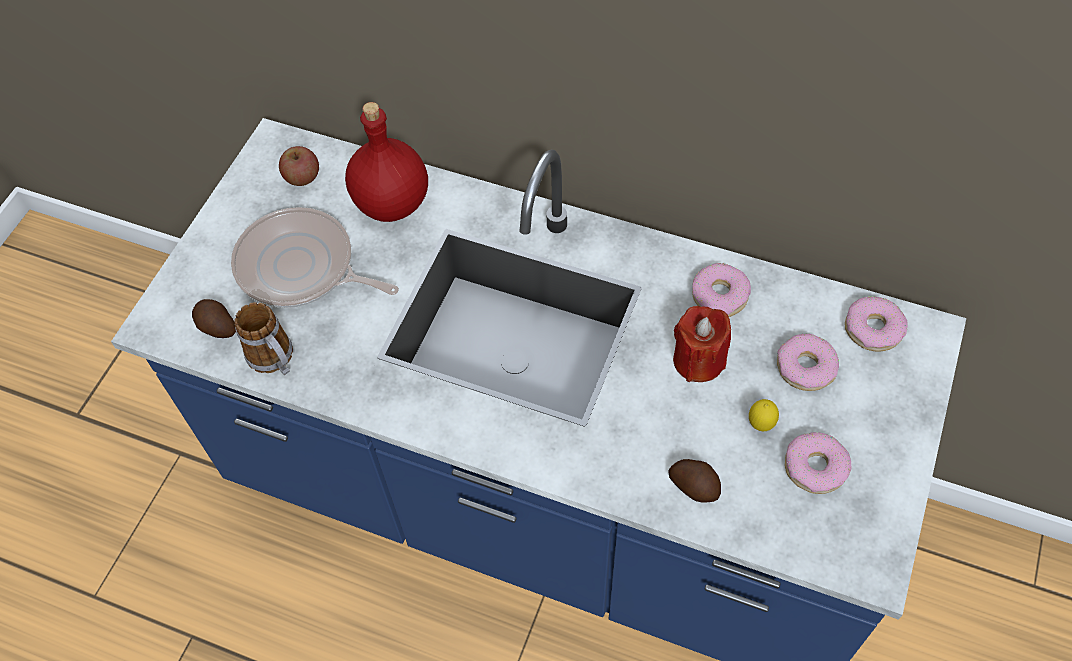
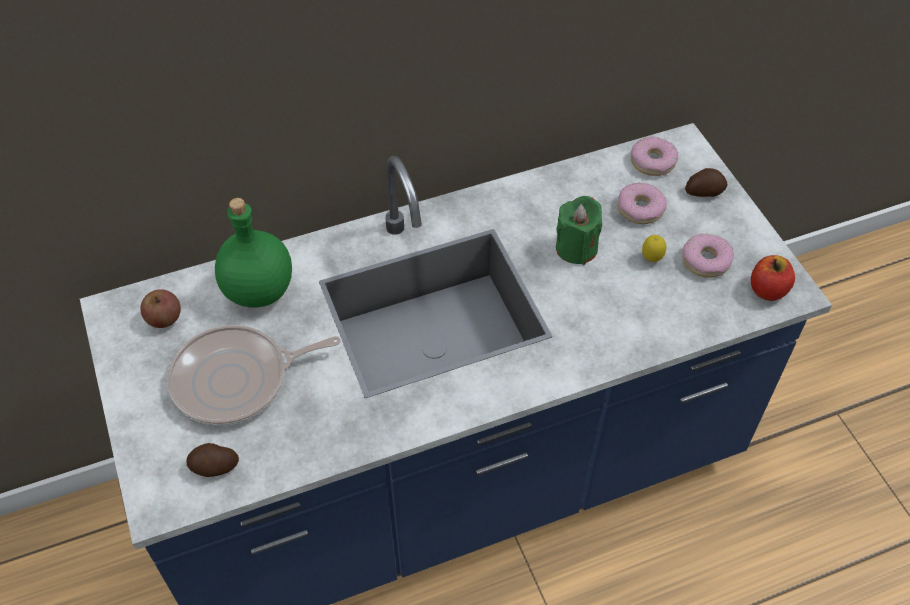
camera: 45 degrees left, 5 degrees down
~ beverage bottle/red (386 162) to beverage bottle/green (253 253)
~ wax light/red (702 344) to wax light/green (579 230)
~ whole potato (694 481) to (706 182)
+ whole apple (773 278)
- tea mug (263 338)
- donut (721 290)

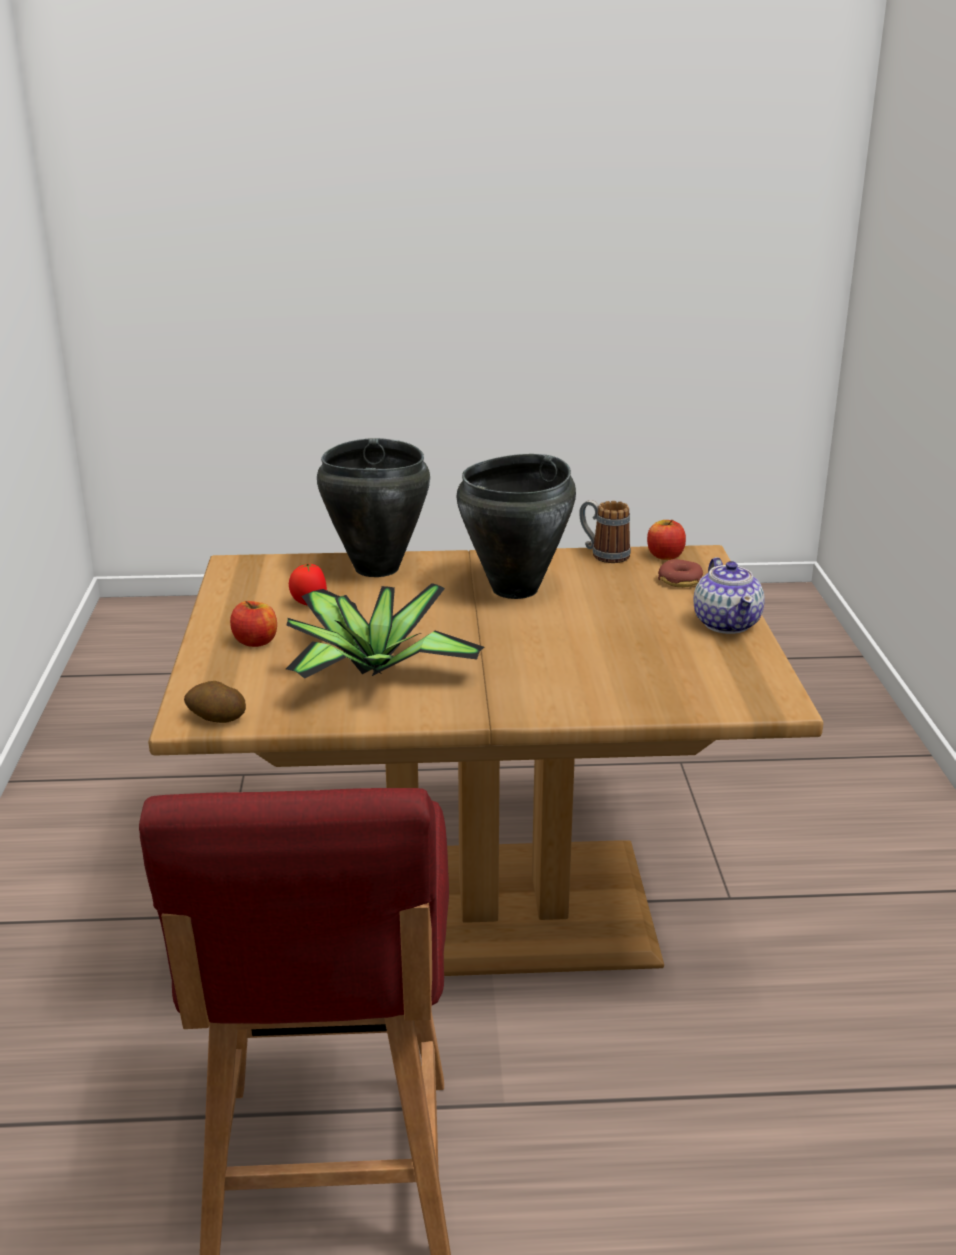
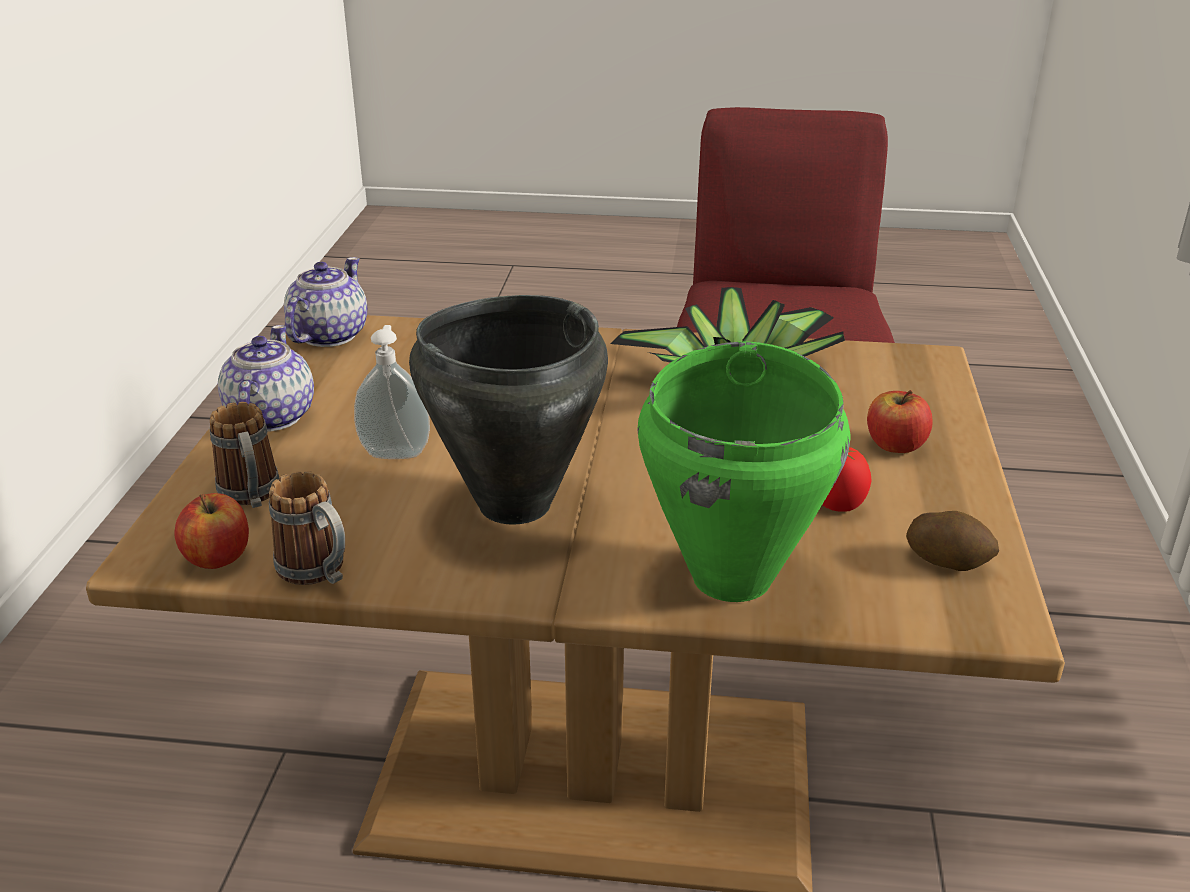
camera: 170 degrees left, 5 degrees up
~ donut (680 573) to tea mug (244 455)
+ teapot (325 302)
+ soap dispenser (392 392)
~ saucepot/black-coloured (373 507) to saucepot/green (743 472)
~ whole potato (215 702) to (952 541)

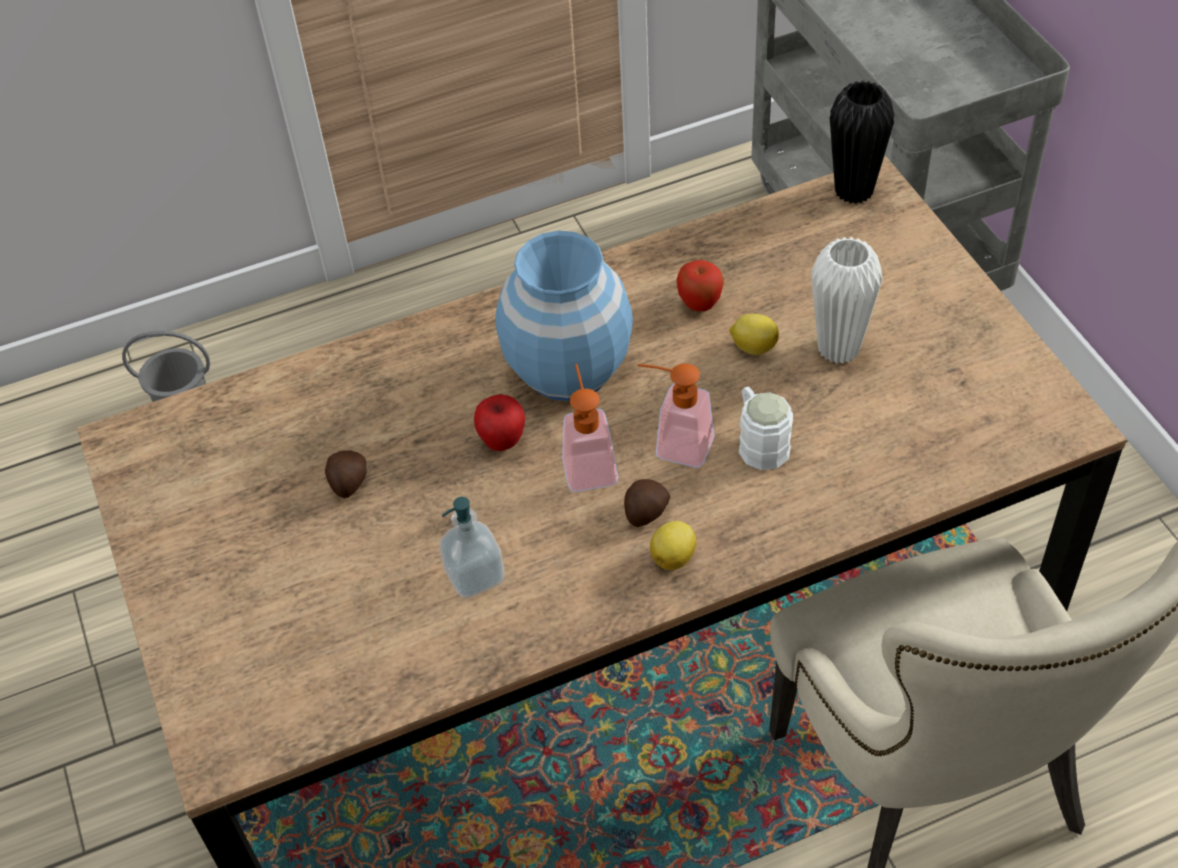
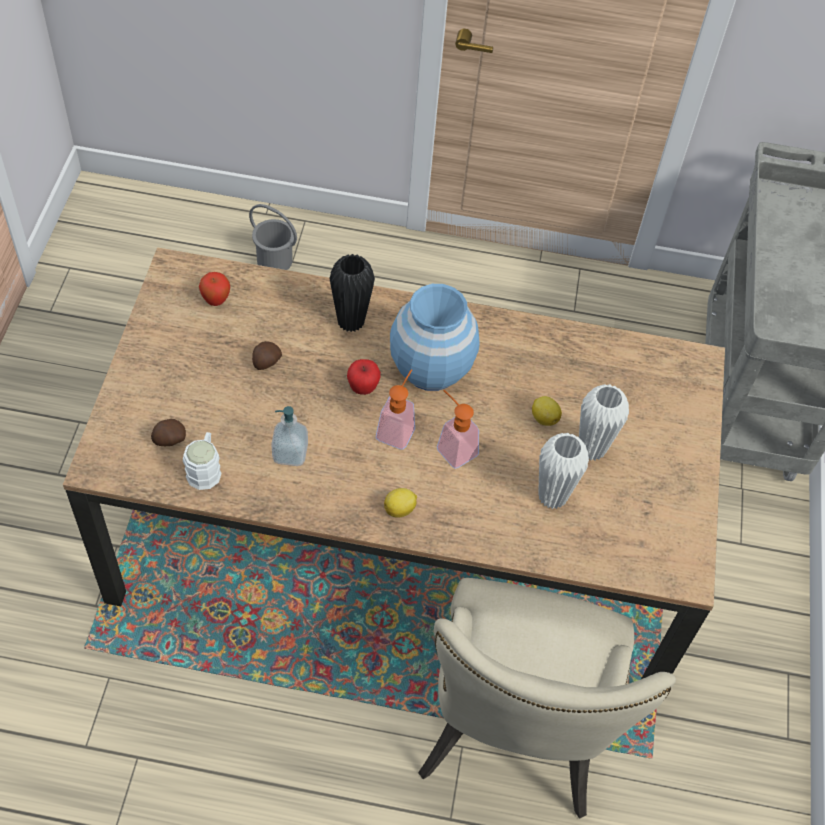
camera: 25 degrees right, 5 degrees up
~ whole potato (647 503) to (168 432)
~ tea mug/white-coloured (765 428) to (202 461)
~ whole apple (700 285) to (214 289)
~ decorative vase/black-coloured (862 142) to (352 293)
+ decorative vase/white-coloured (563 471)

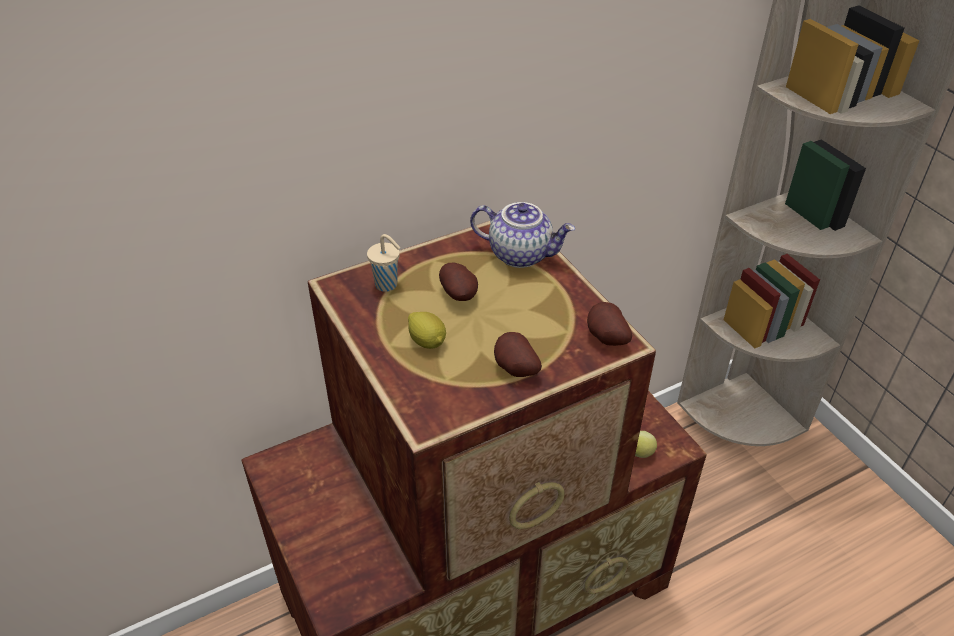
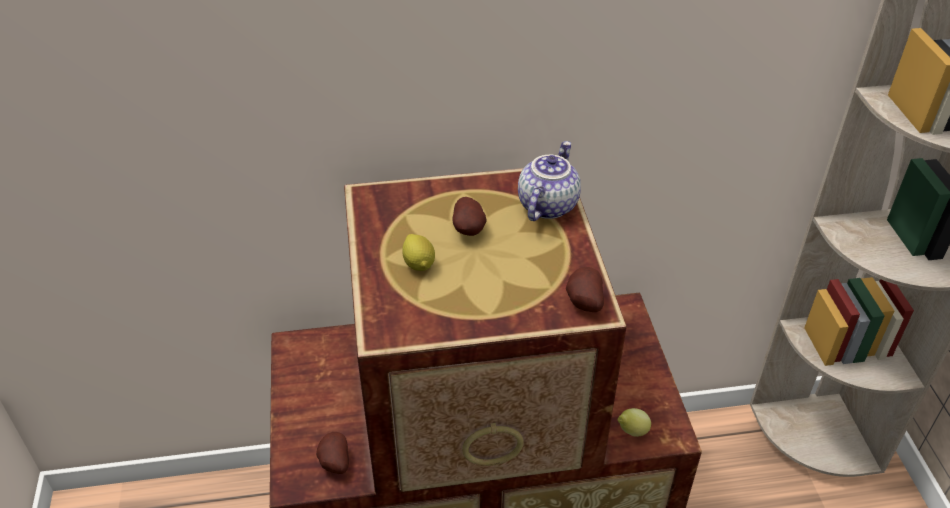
camera: 20 degrees right, 0 degrees up
~ whole potato (518 354) to (332 453)
~ teapot (522 235) = (549 181) 105 degrees counterclockwise
- drinking cup/beige-coloured (383 263)

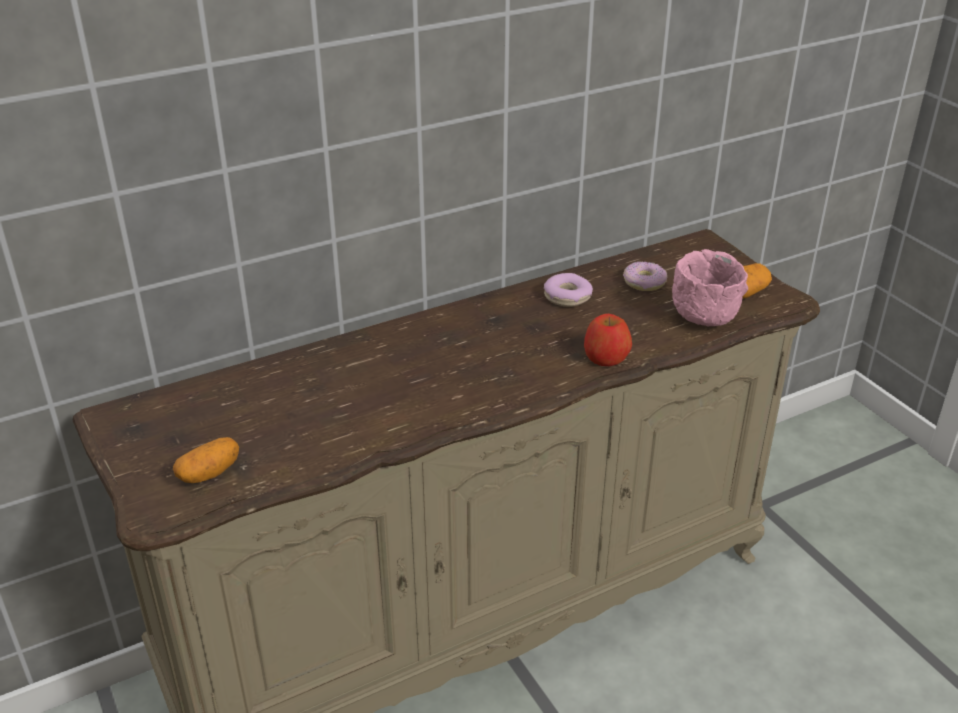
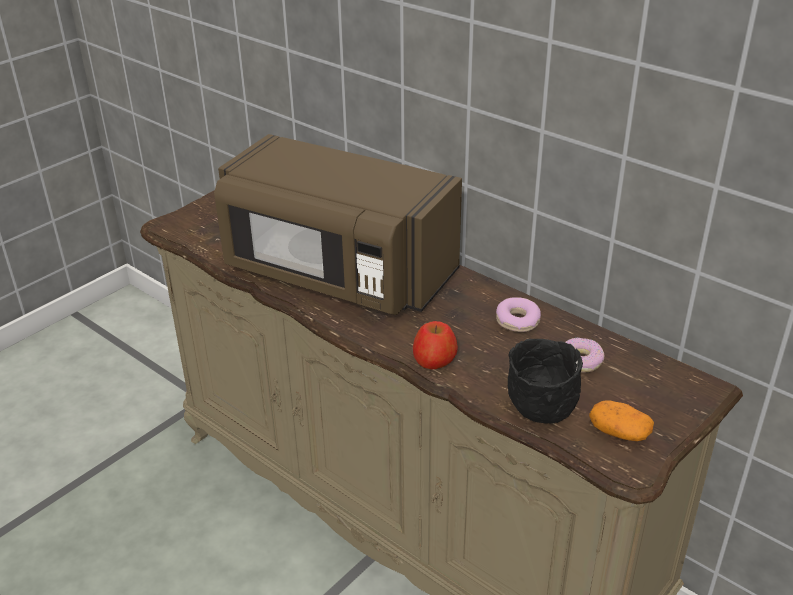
camera: 70 degrees right, 0 degrees up
+ microwave oven/brown-coloured (338 224)
~ serving bowl/pink (710 287) to serving bowl/black-coloured (545 381)
- whole potato (206 460)

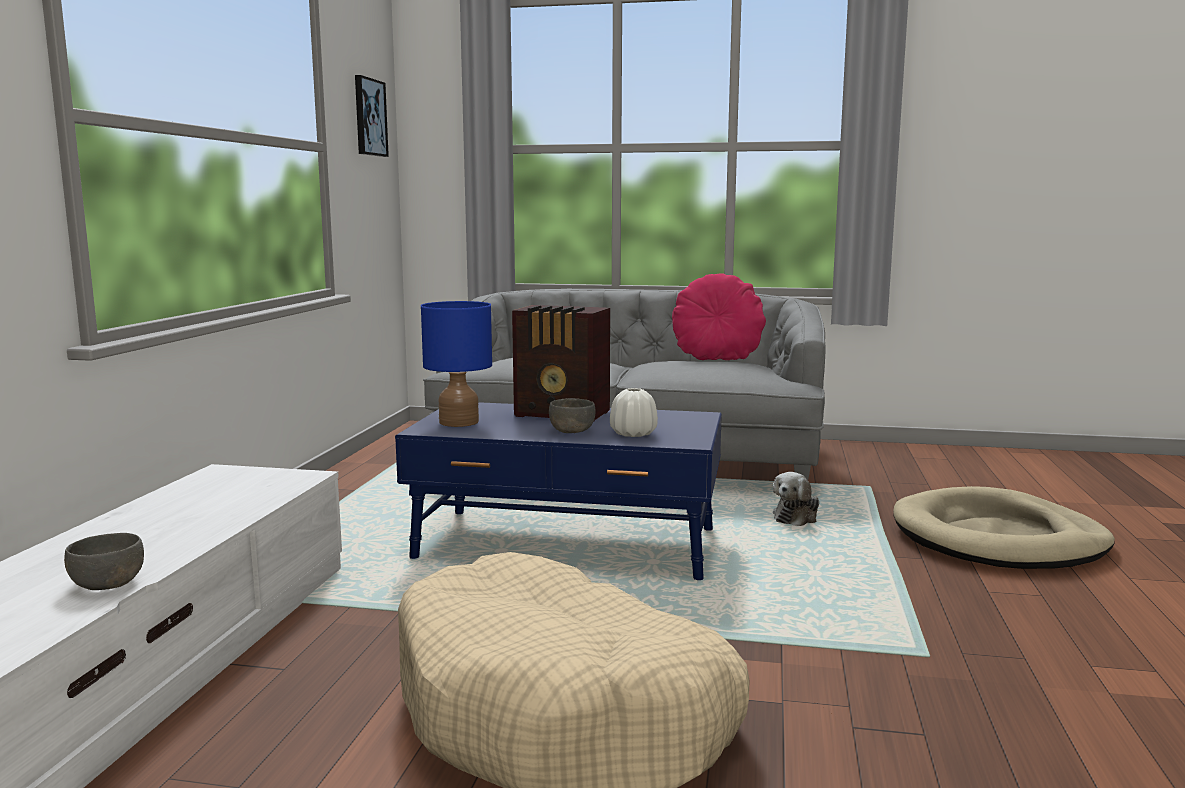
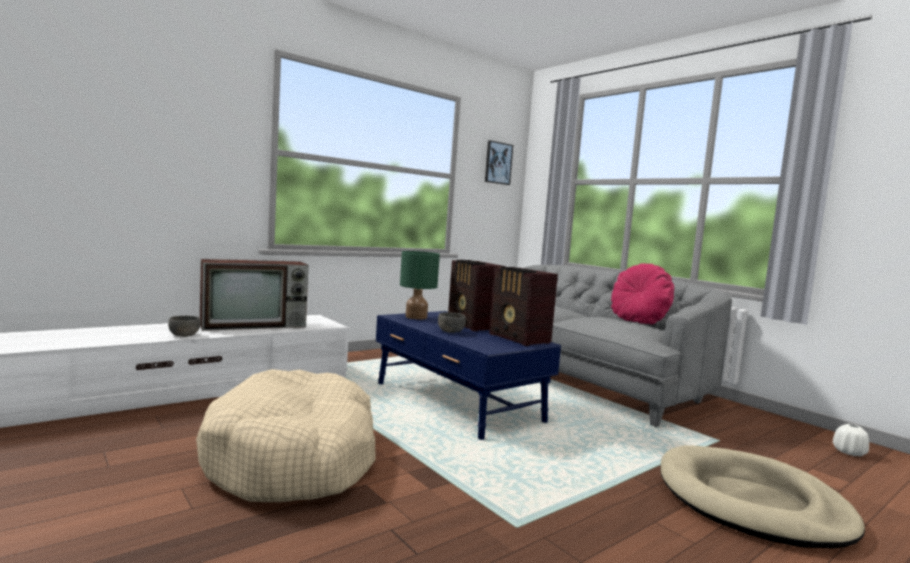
camera: 40 degrees right, 5 degrees down
+ TV set (254 295)
~ table lamp/blue (456 364) to table lamp/green (420 285)
+ radio set (523 306)
~ decorative vase/white-coloured (634 412) to (851 440)
- cuddly toy (796 499)

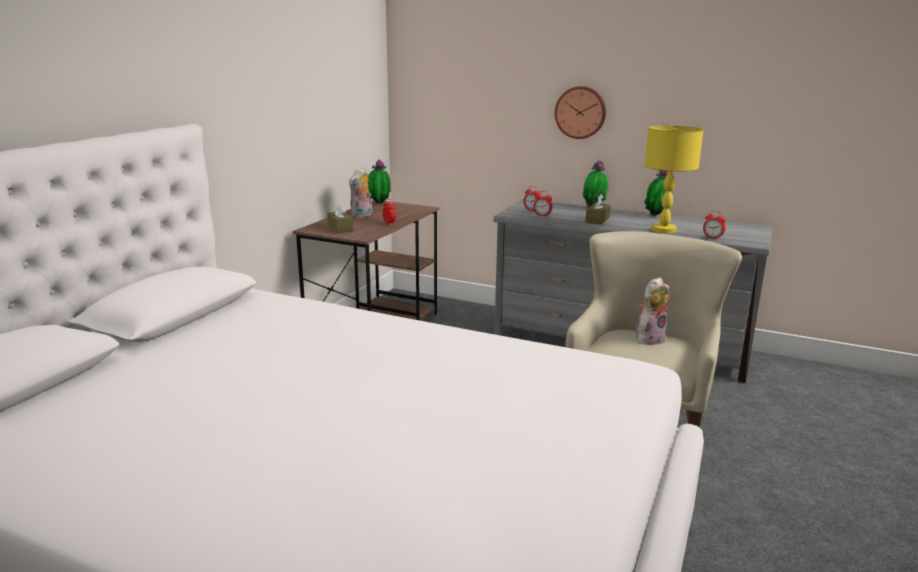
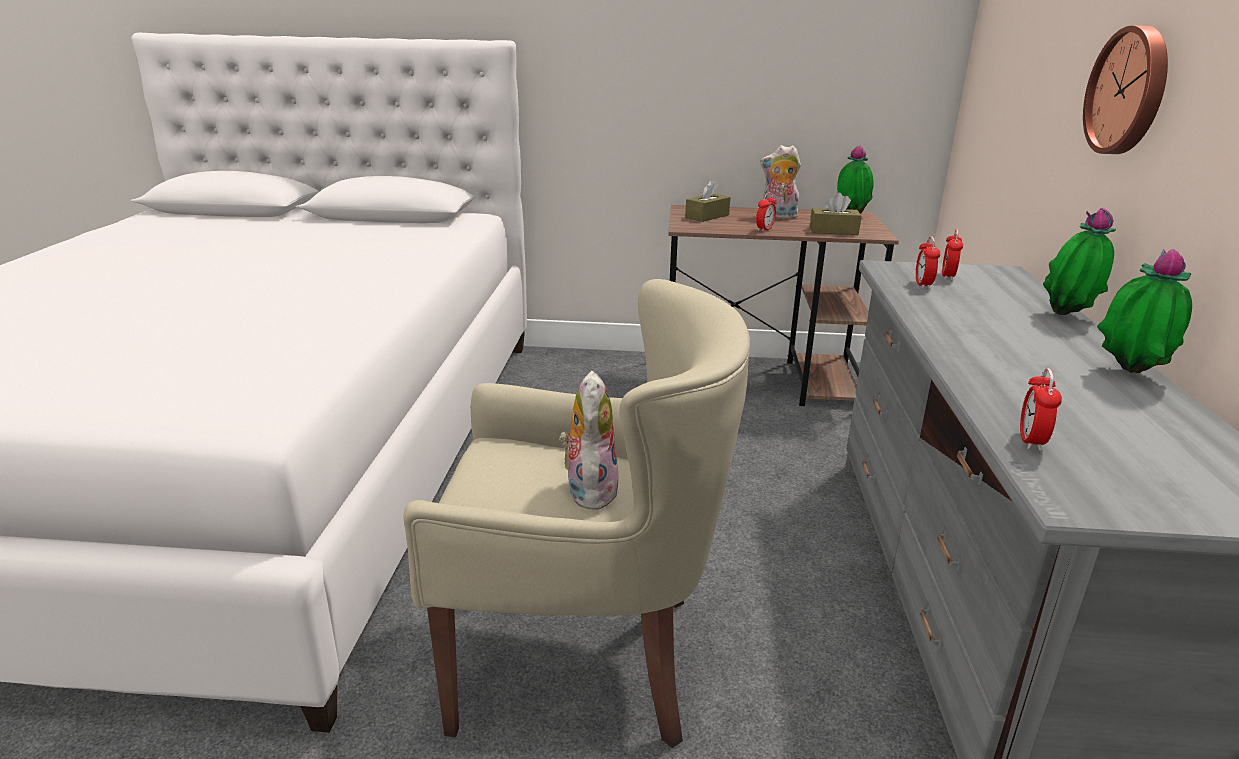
camera: 70 degrees right, 5 degrees up
~ cuddly toy (653 311) = (589 440) 120 degrees counterclockwise
~ tissue holder/brown-coloured (598 209) to (835 213)
- table lamp/yellow (674 179)

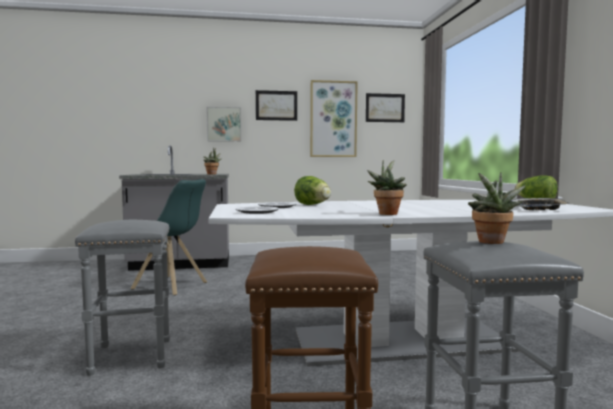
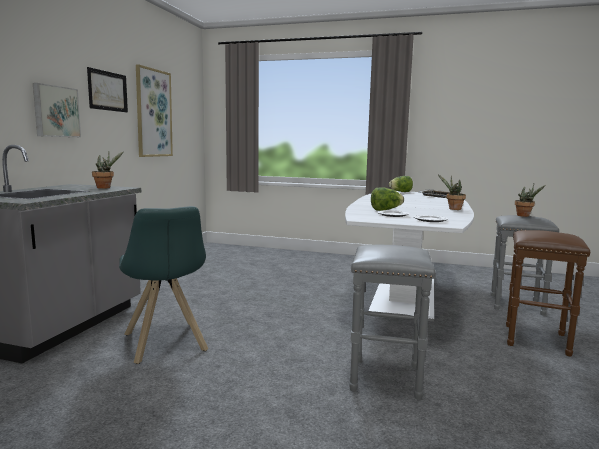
camera: 65 degrees left, 5 degrees up
~ chair/turquoise-coloured (169 237) = (163 285) 105 degrees clockwise
- picture (385 107)

